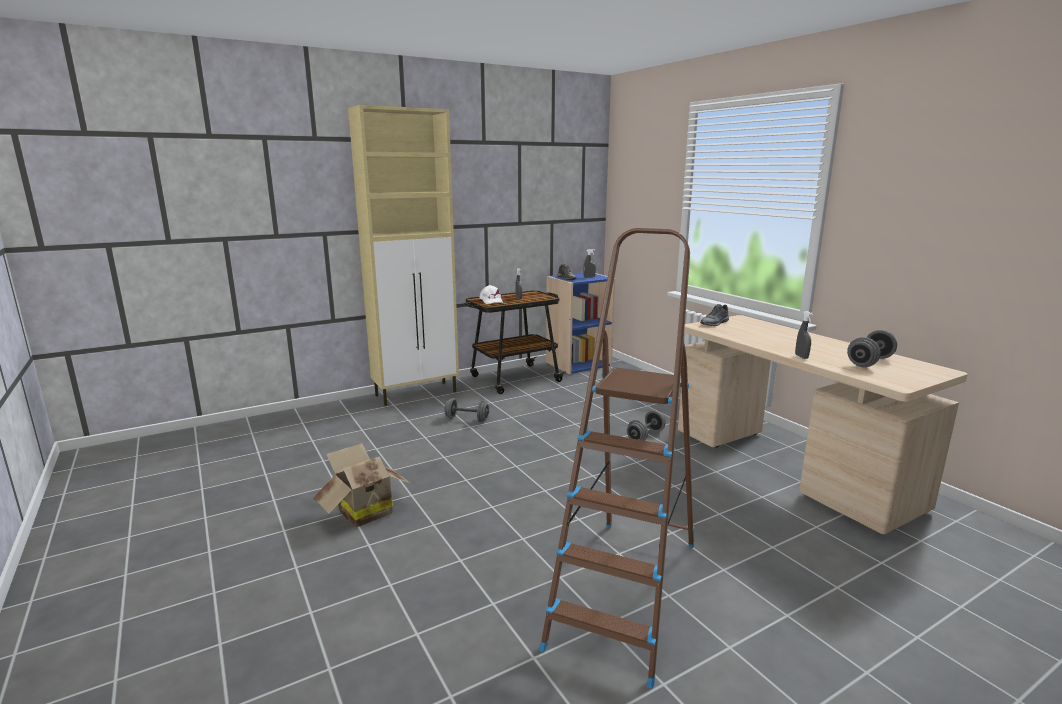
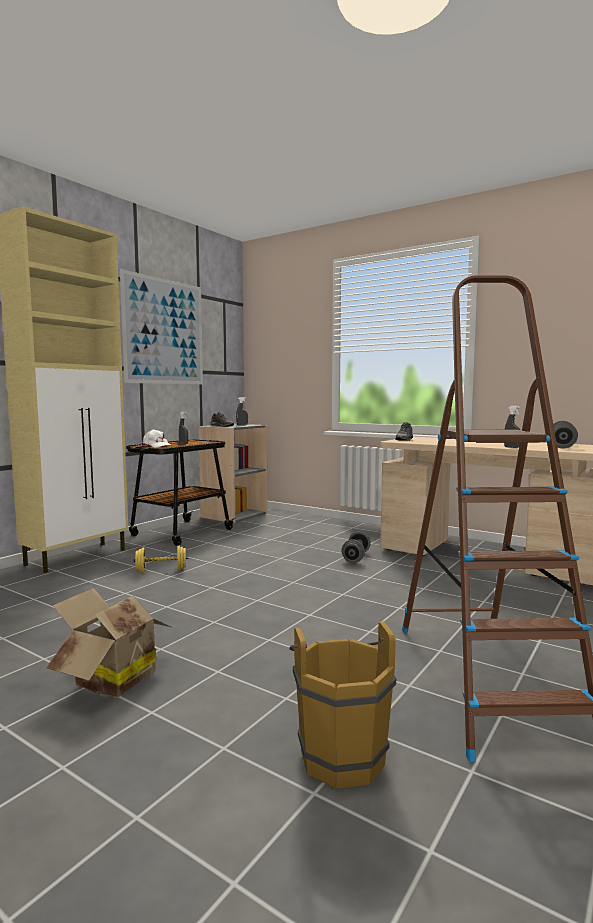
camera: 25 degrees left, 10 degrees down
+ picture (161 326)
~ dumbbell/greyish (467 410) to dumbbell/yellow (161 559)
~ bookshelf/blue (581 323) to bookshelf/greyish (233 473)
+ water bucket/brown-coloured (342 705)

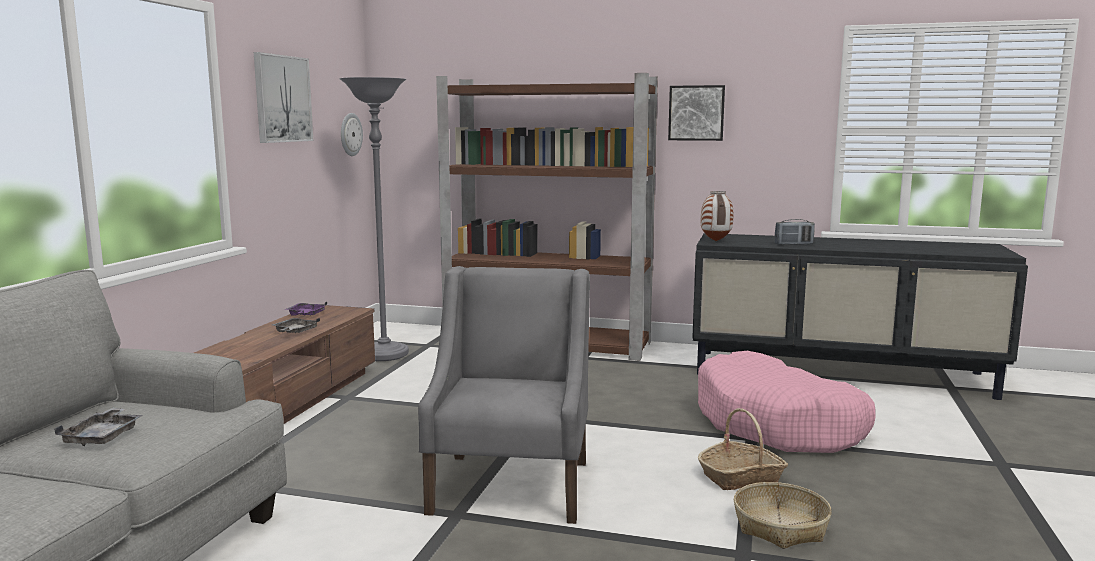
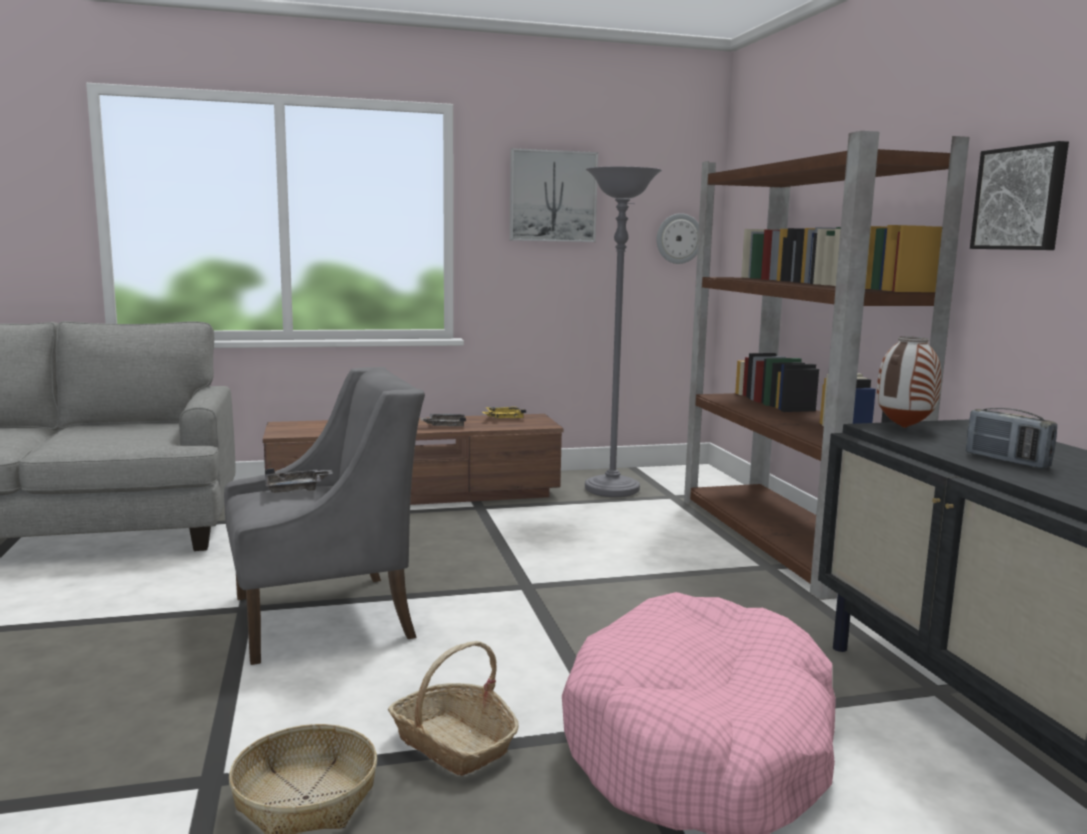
camera: 60 degrees right, 0 degrees up
~ serving tray/greyish (98 427) to (299 480)
~ serving tray/purplish (306 308) to serving tray/yellow (504 412)

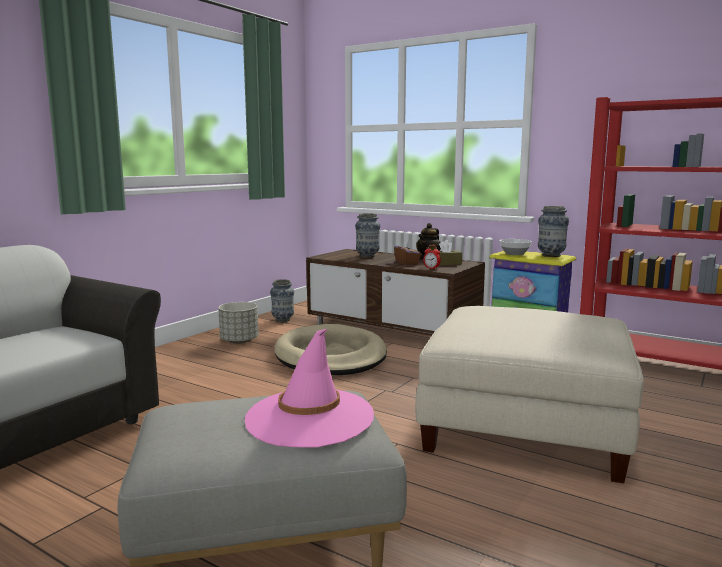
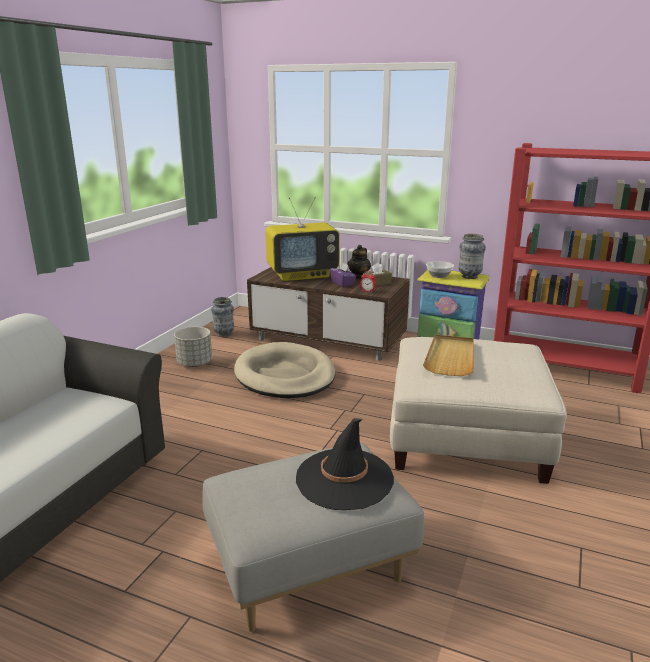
camera: 10 degrees left, 10 degrees up
~ decorative vase (367 235) to TV set (302 239)
~ hat/pink (309 388) to hat/black-coloured (345 464)
~ tissue holder/brown-coloured (407 252) to tissue holder/purplish (343 275)
+ serving tray/beige-coloured (448 355)

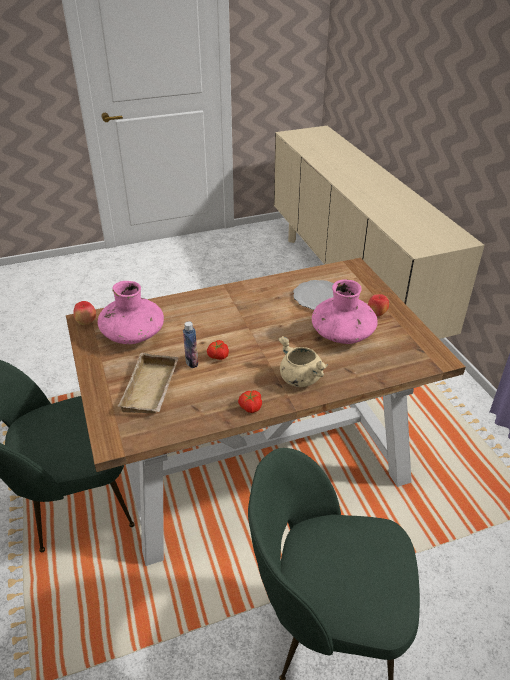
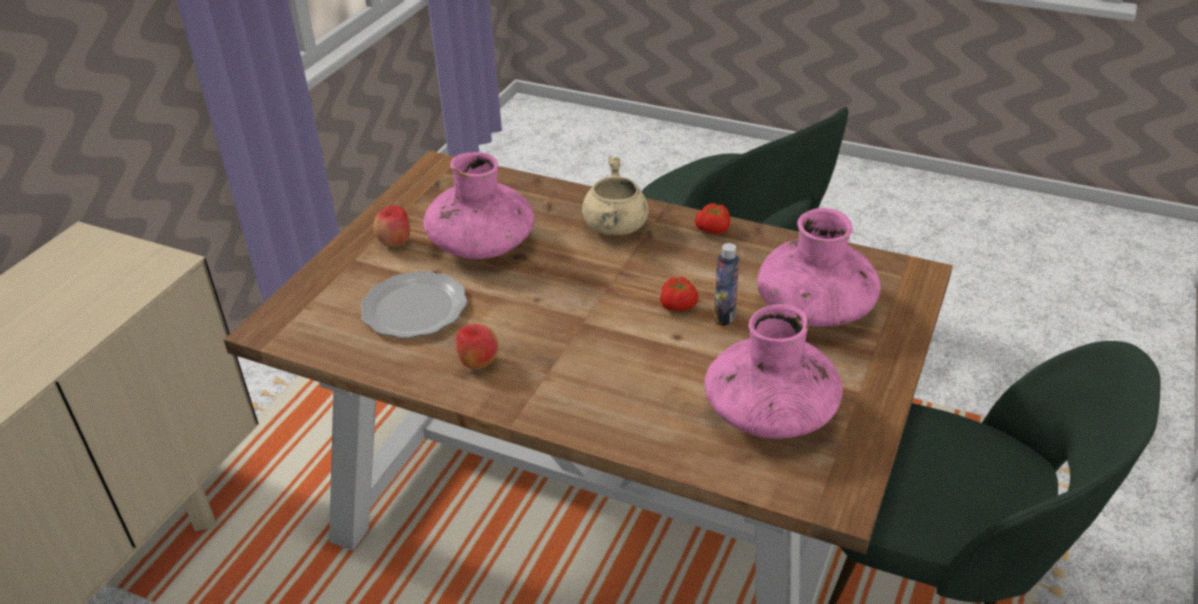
camera: 135 degrees left, 0 degrees up
~ whole apple (85 313) to (477 346)
~ serving tray/beige-coloured (148 383) to decorative vase/pink (819 267)

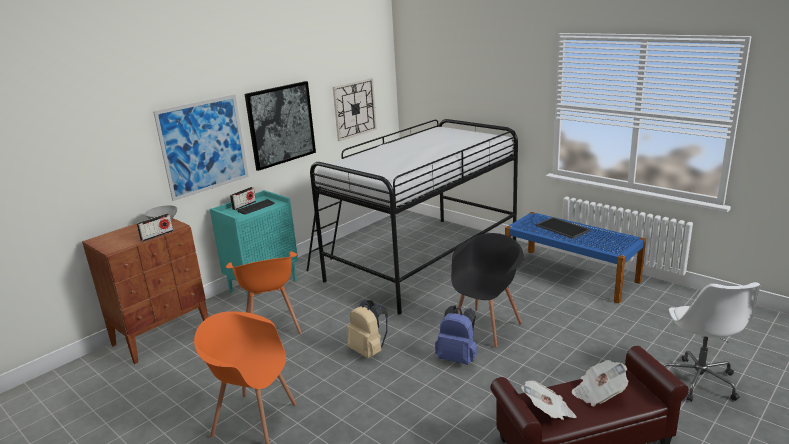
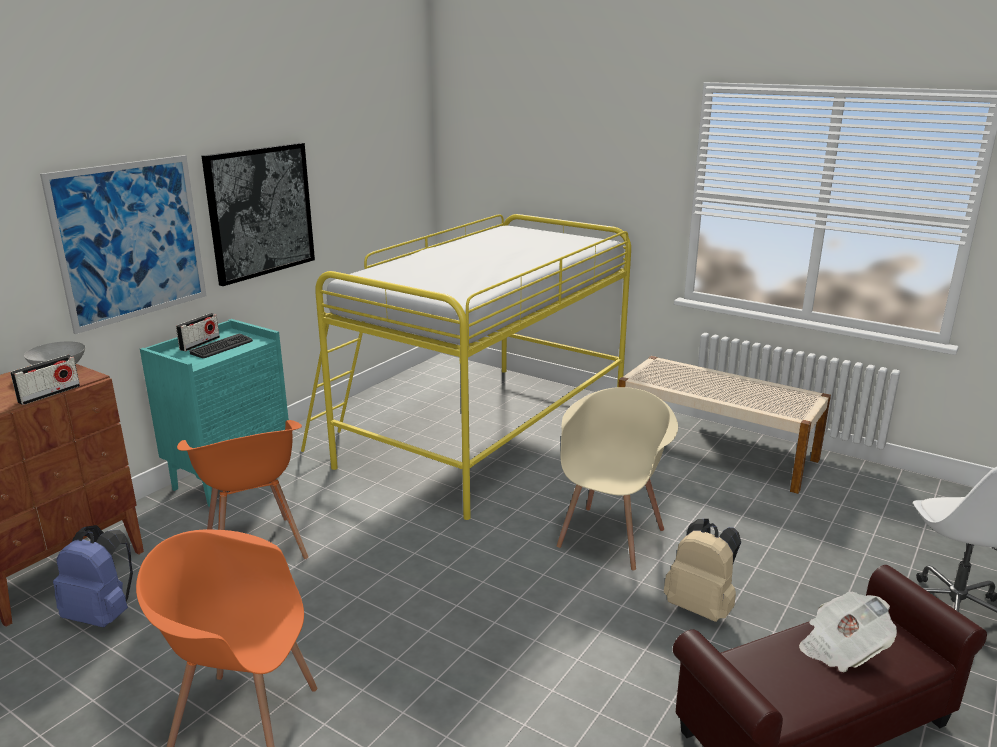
camera: 10 degrees left, 0 degrees up
~ backpack/blue (456 335) to (93 576)
~ bed/black-coloured (412 216) to bed/yellow (466 367)
~ chair/black-coloured (487 290) to chair/beige-coloured (617 479)
~ bench/blue (575 258) to bench/beige-coloured (724 425)
~ backpack/beige-coloured (367 329) to (702 570)
- clock on the wall (355 109)
- daily paper (549 400)
- serving tray (563 228)

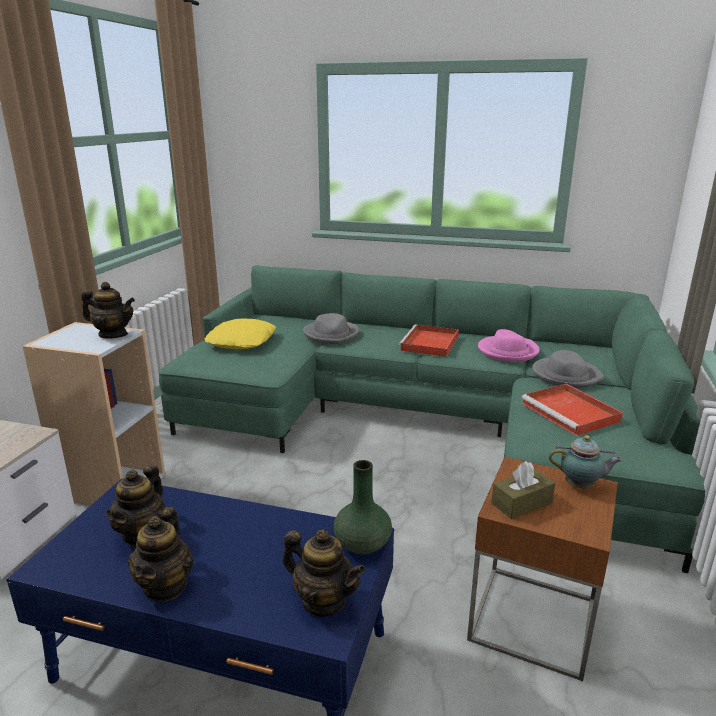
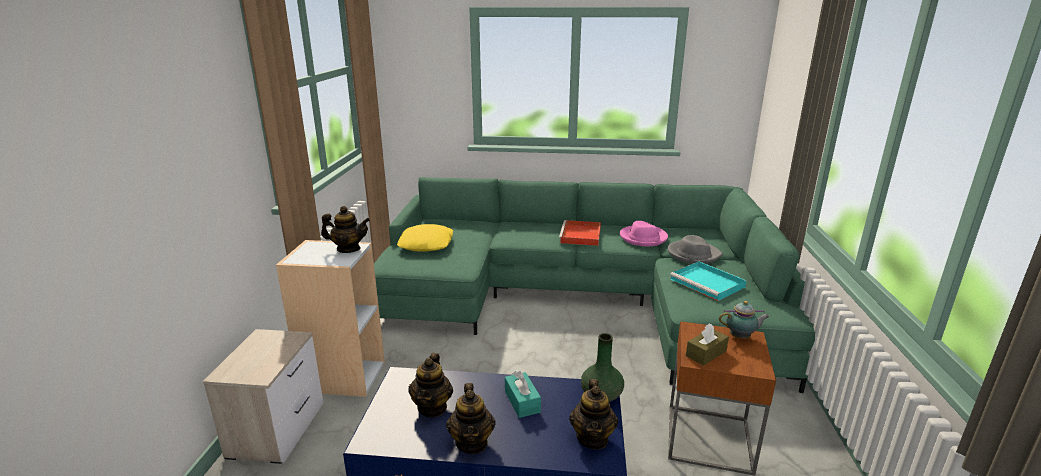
camera: 10 degrees left, 0 degrees up
+ tissue holder/turquoise-coloured (523 394)
~ teapot (324 573) = (593 414) 75 degrees clockwise
~ serving tray/red (572 410) to serving tray/turquoise-coloured (708 281)
- hat/greyish (331 328)

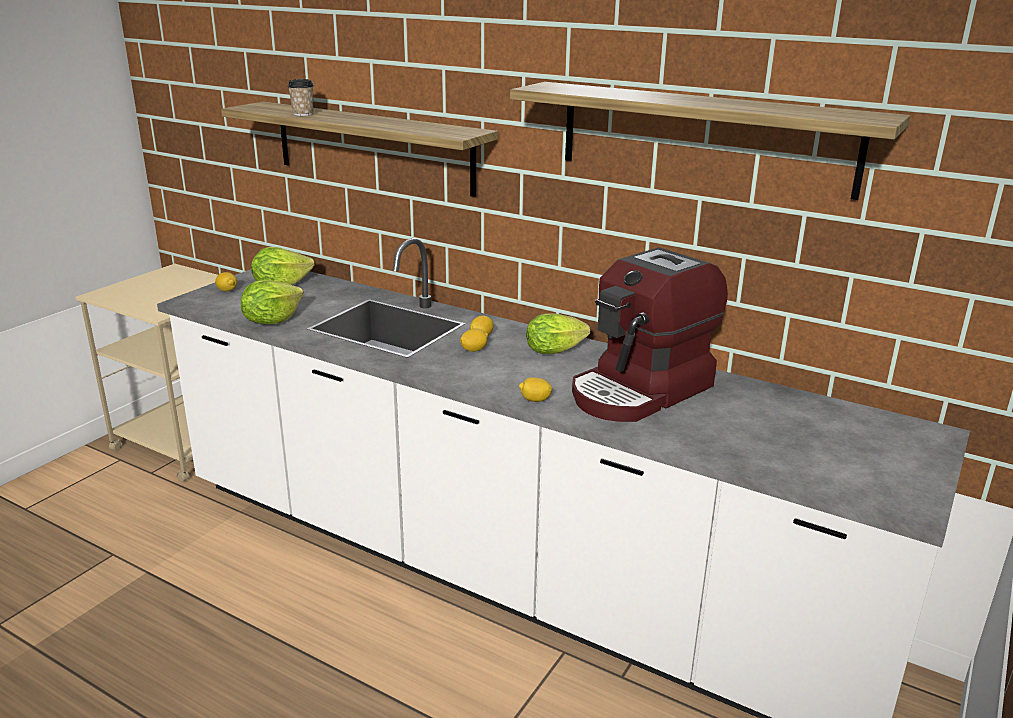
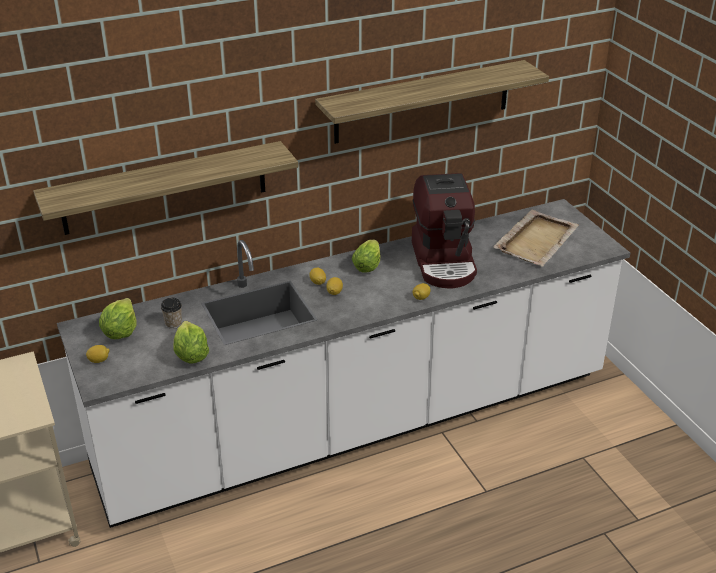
camera: 55 degrees left, 10 degrees up
~ drinking cup (301 97) to (171 313)
+ serving tray/beige-coloured (536 238)

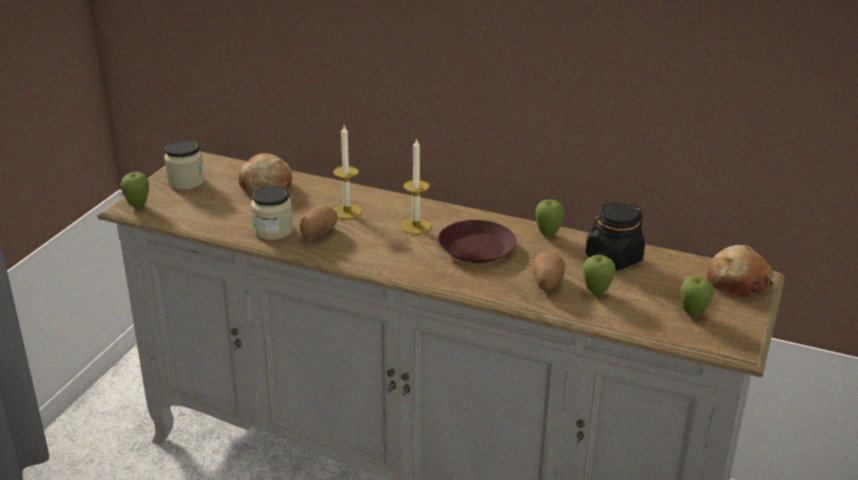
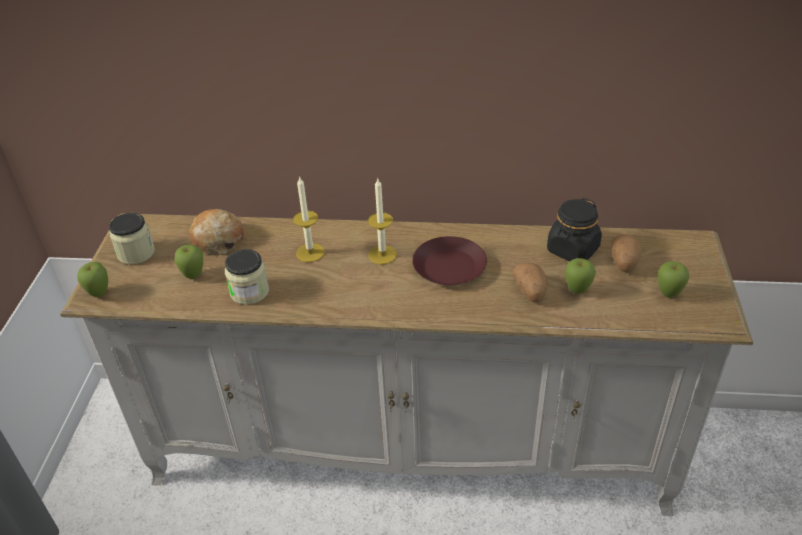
camera: 15 degrees left, 10 degrees up
~ whole apple (550 218) to (188 261)
~ whole potato (319 221) to (626 253)
- baked bread (740 271)

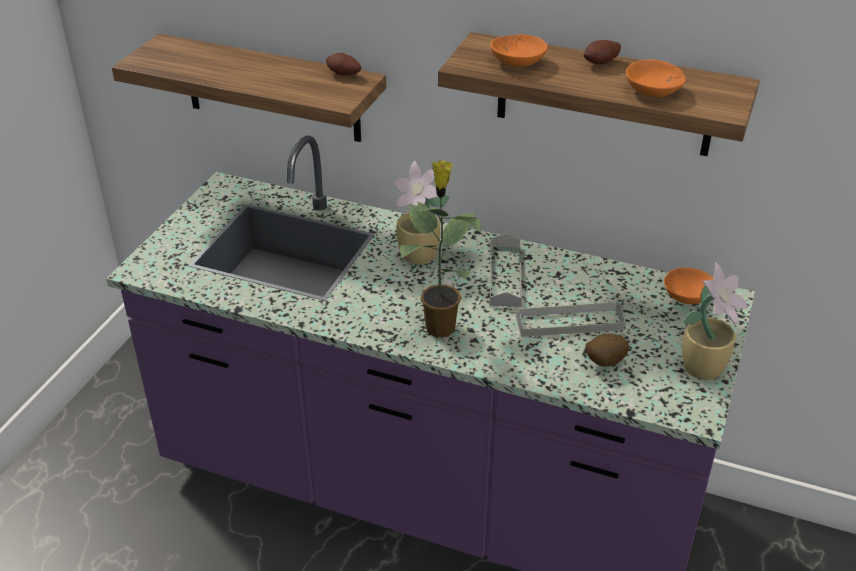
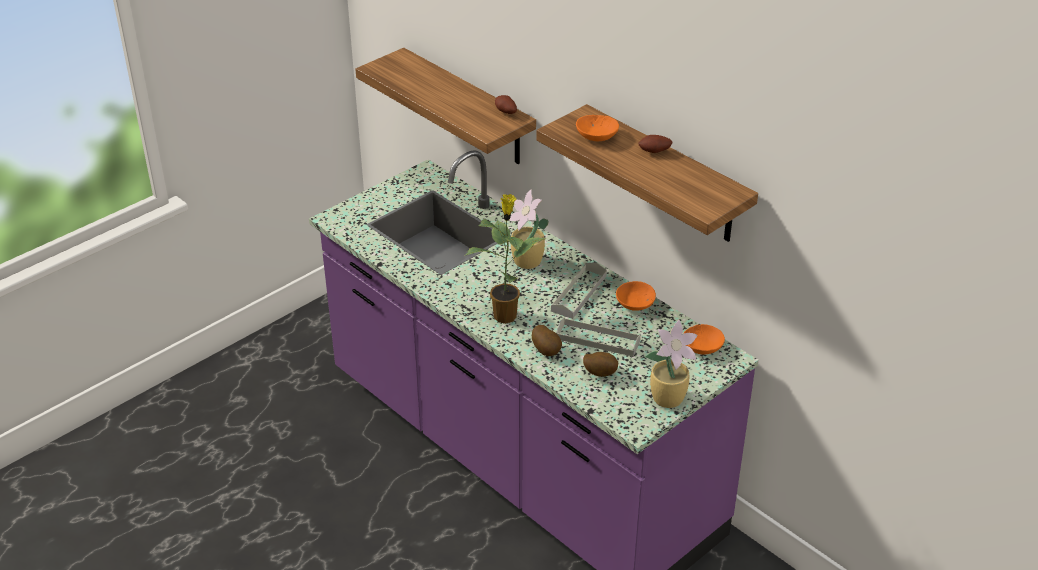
camera: 25 degrees right, 0 degrees up
+ whole potato (547 340)
~ serving bowl/orange-coloured (656 78) to (636 296)

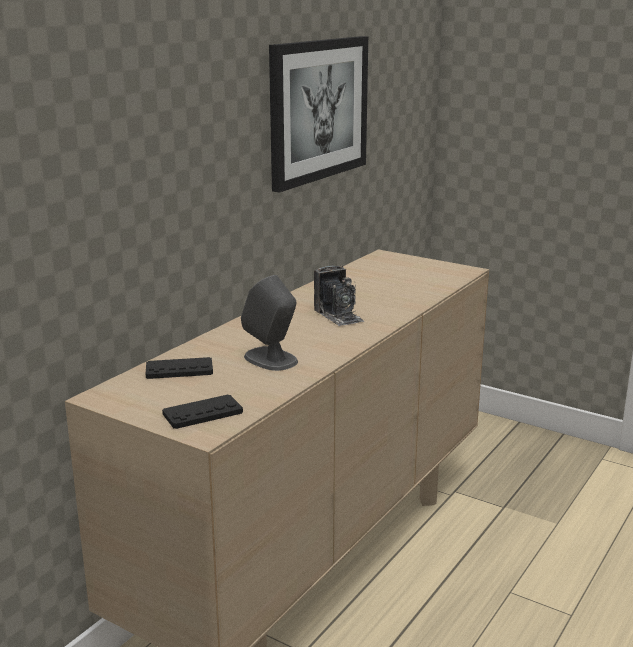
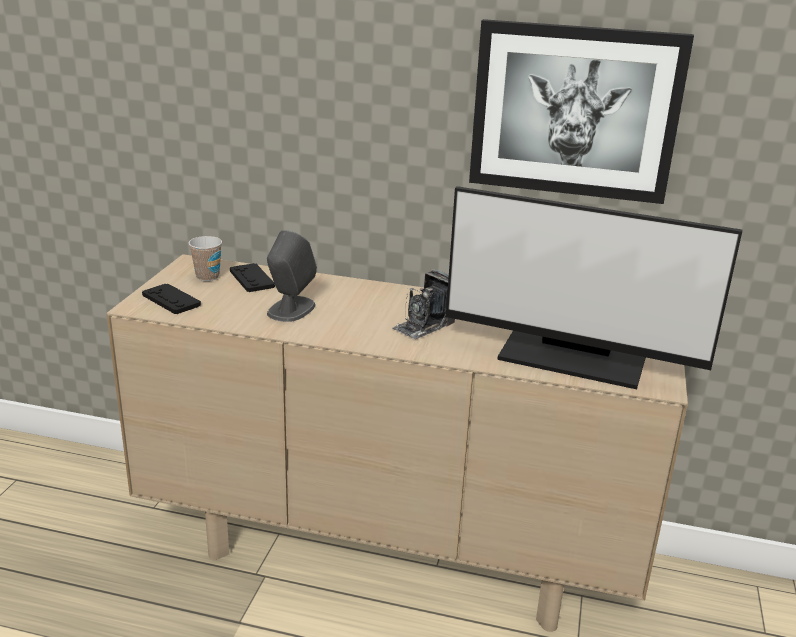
camera: 70 degrees right, 5 degrees up
+ drinking cup (205 258)
+ computer screen (594 287)

